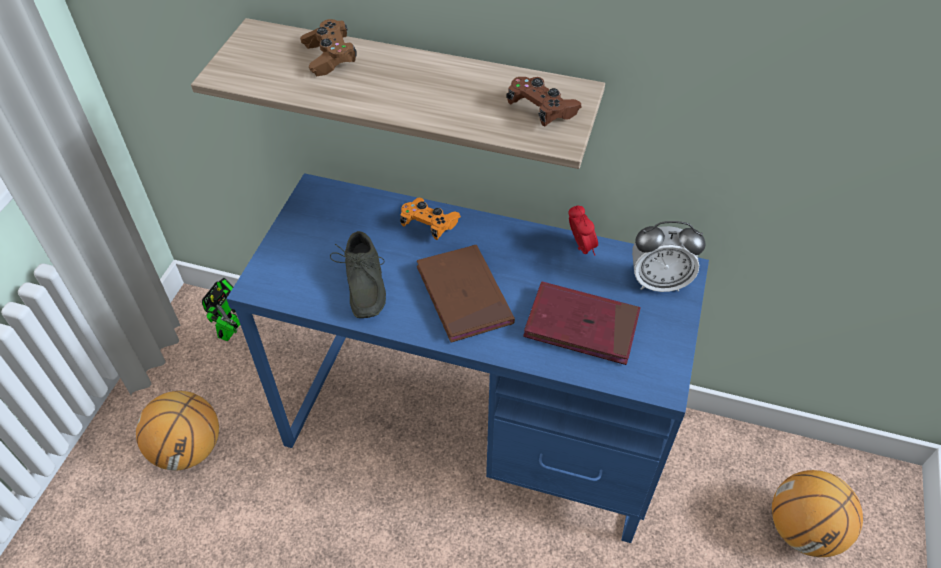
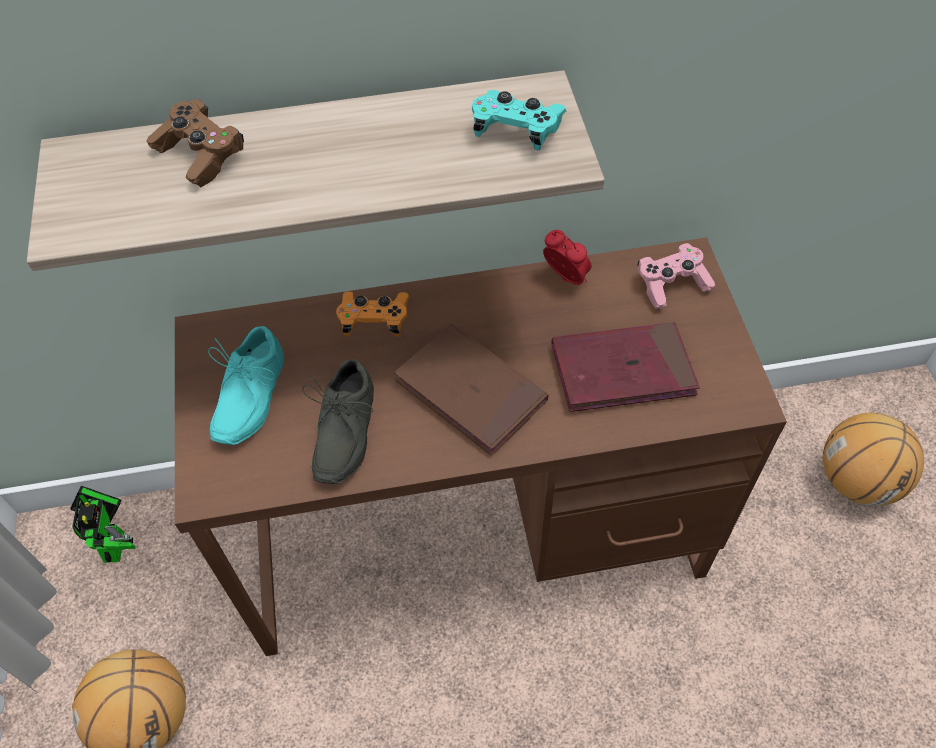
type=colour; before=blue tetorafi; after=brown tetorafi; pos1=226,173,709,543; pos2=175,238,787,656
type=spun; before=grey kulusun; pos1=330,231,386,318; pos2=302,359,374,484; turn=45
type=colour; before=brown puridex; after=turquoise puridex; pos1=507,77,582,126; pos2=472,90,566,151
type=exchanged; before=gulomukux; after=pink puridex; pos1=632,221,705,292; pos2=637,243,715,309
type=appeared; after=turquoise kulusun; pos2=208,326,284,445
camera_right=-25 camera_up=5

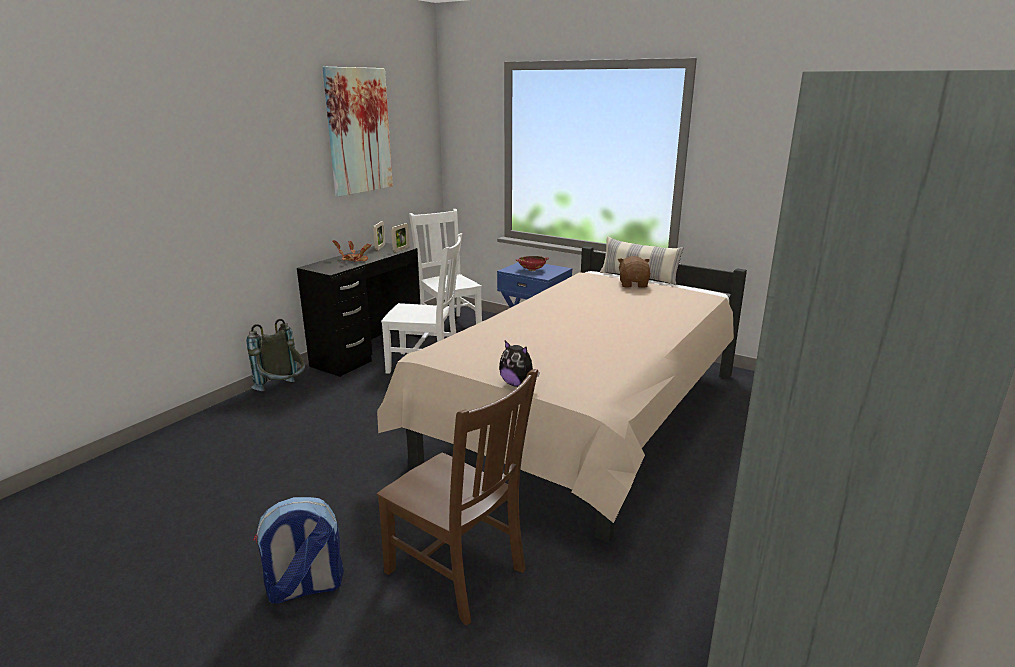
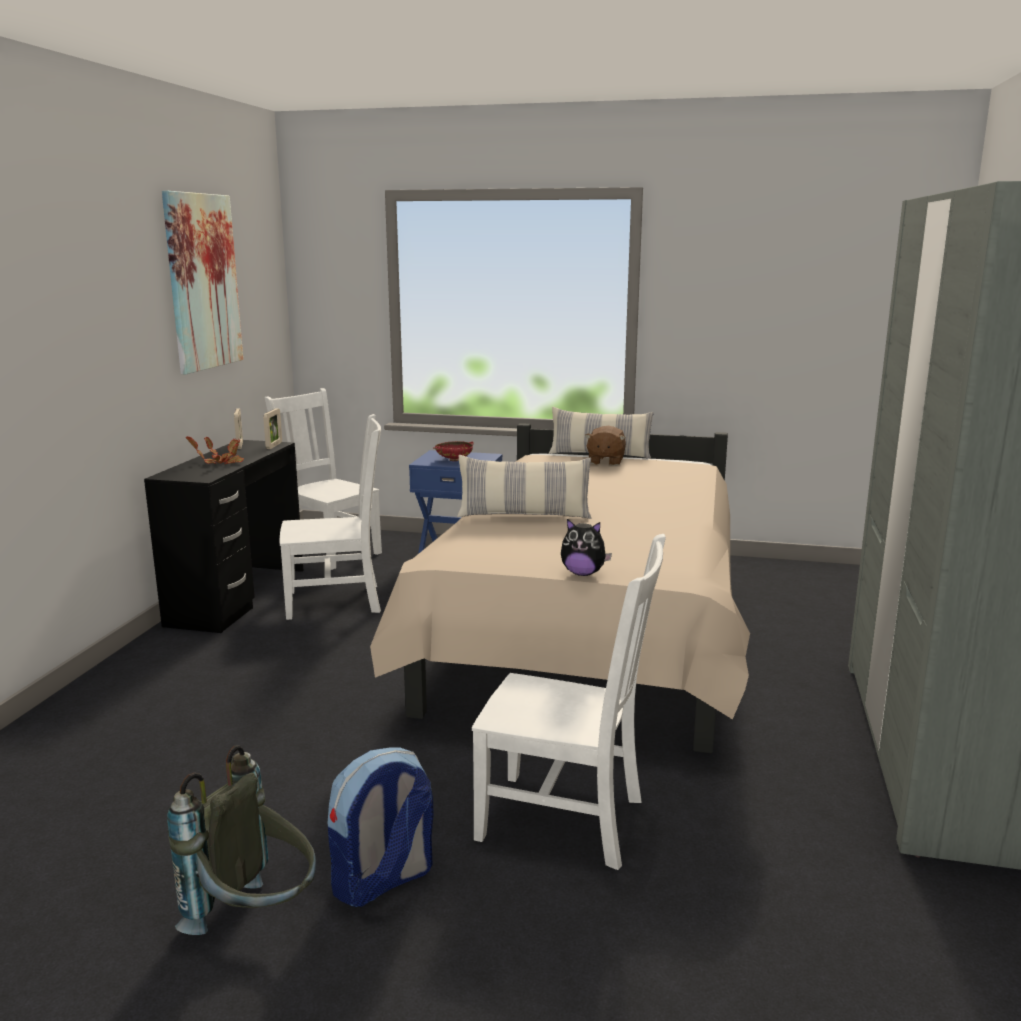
type=relocated; before=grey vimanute; pos1=247,319,305,391; pos2=167,745,316,935
type=colour; before=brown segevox; after=white segevox; pos1=377,369,538,626; pos2=472,534,666,870
type=spun; before=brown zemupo; pos1=618,256,651,288; pos2=585,426,626,466; turn=-150
type=appeared; after=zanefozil; pos2=457,455,591,519
camera_right=-20 camera_up=-5

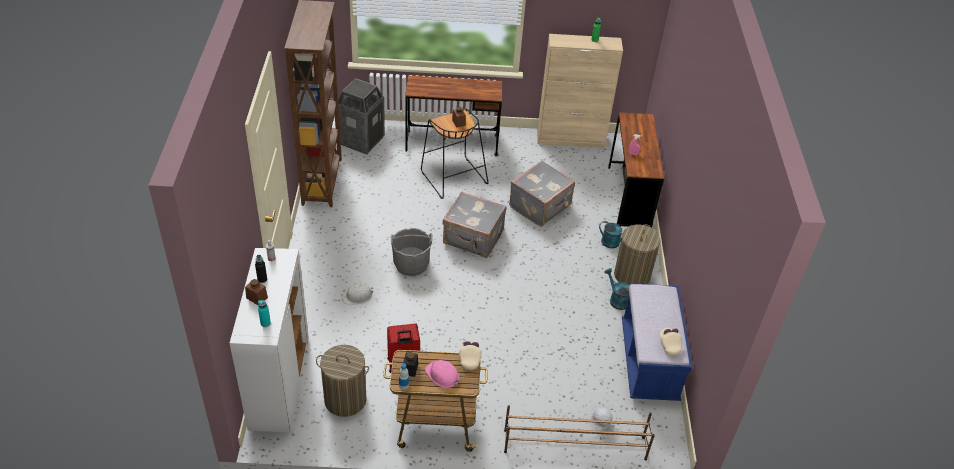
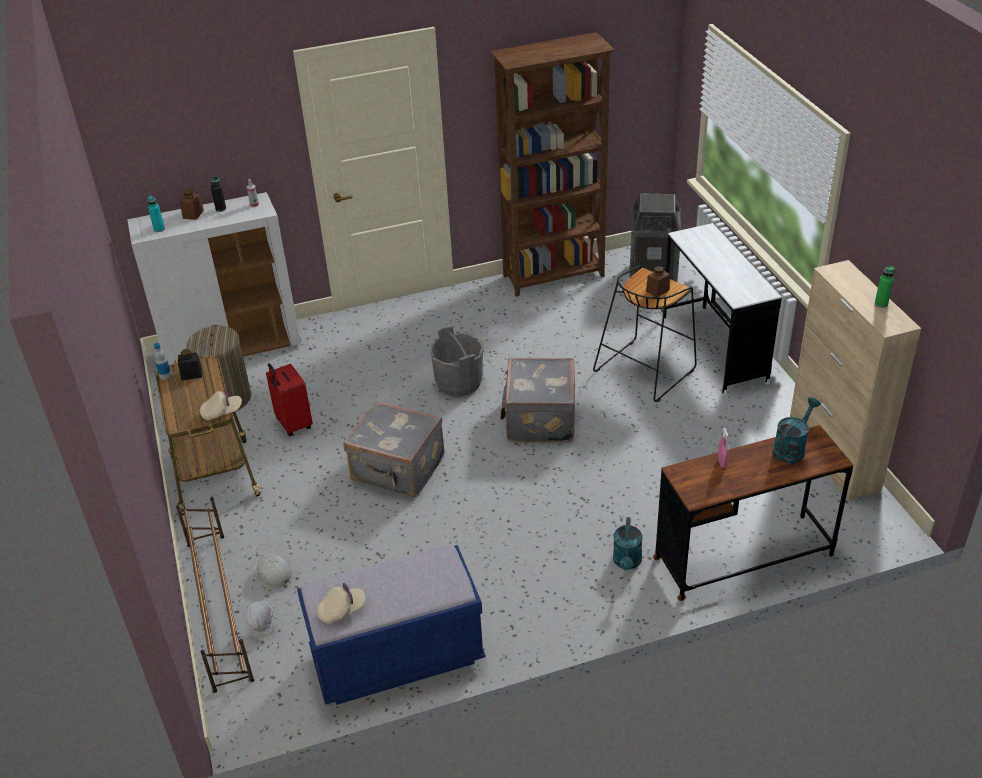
type=relocated; before=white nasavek; pos1=342,283,373,304; pos2=253,554,293,589
type=colour; before=brown tetorafi; after=white tetorafi; pos1=405,75,502,156; pos2=663,223,782,395
type=missing; before=pink nasavek; pos1=425,360,459,388
type=relocated; before=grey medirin; pos1=509,161,575,227; pos2=344,401,445,497
type=relocated; before=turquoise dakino; pos1=604,268,630,310; pos2=773,397,821,463
type=missing; before=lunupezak; pos1=614,224,661,285
camera_right=75 camera_up=-5

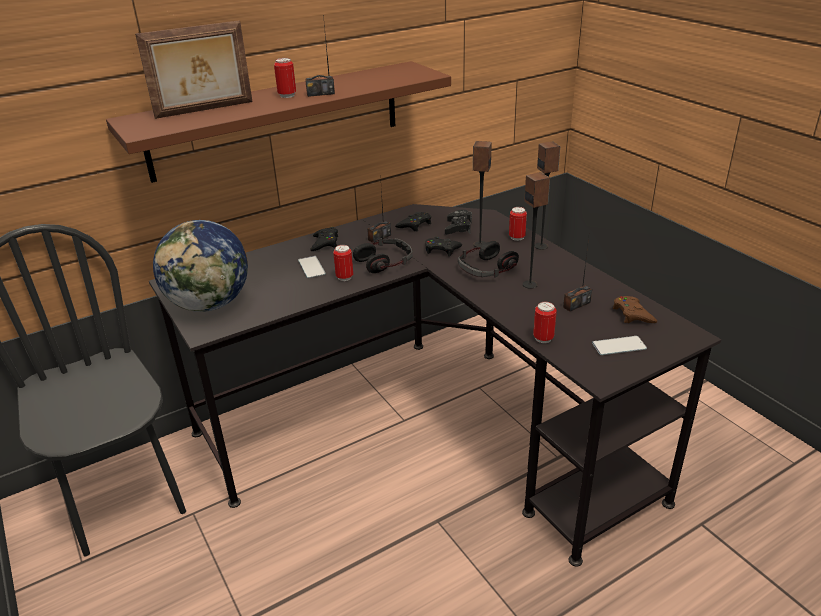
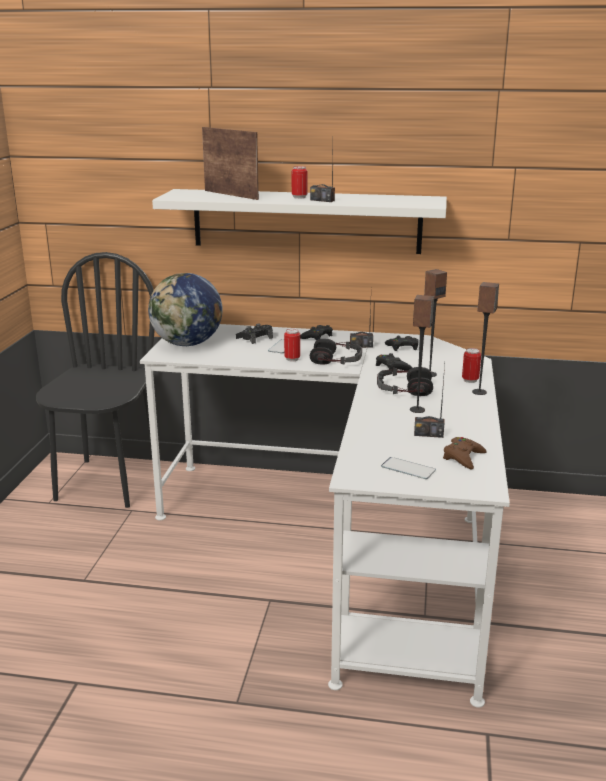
type=colour; before=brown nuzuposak; after=white nuzuposak; pos1=106,61,451,183; pos2=152,189,447,254
type=spun; before=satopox; pos1=135,20,253,119; pos2=202,127,259,200; turn=-150
type=colour; before=black tetorafi; after=white tetorafi; pos1=149,204,721,567; pos2=140,324,510,708
type=relocated; before=black puridex; pos1=445,210,472,235; pos2=236,324,273,344
type=missing; before=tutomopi; pos1=533,302,557,343
camera_right=40 camera_up=-10

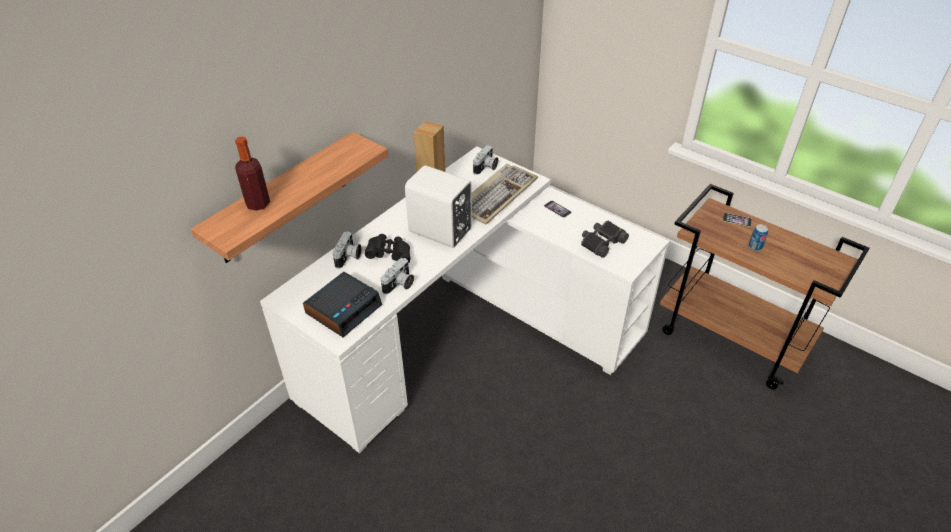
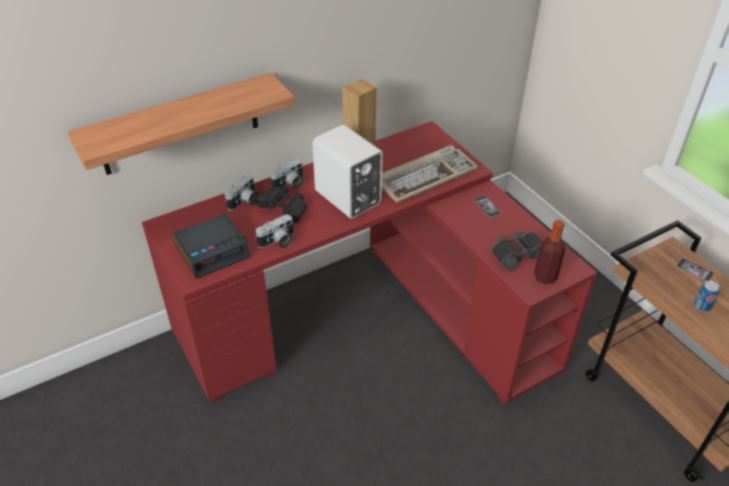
type=relocated; before=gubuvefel; pos1=235,136,270,211; pos2=534,220,566,284
type=colour; before=white tetorafi; after=red tetorafi; pos1=260,146,669,454; pos2=142,121,597,405
type=relocated; before=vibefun; pos1=473,145,498,175; pos2=270,158,304,189
camera_right=20 camera_up=0

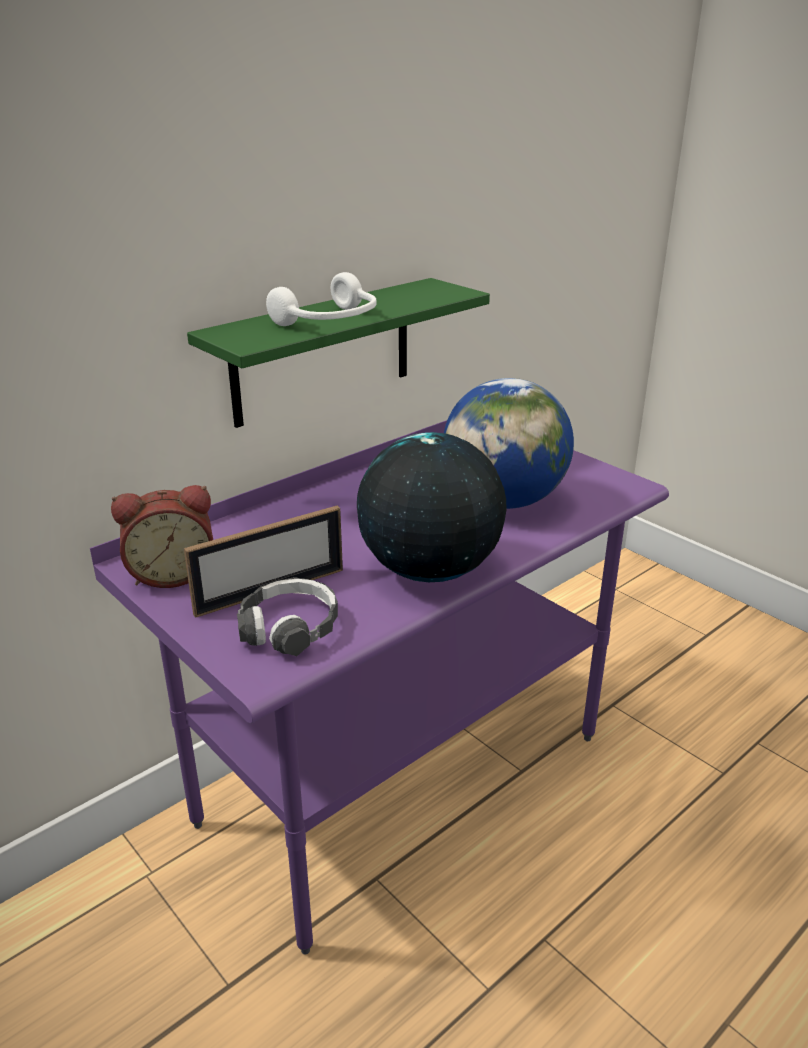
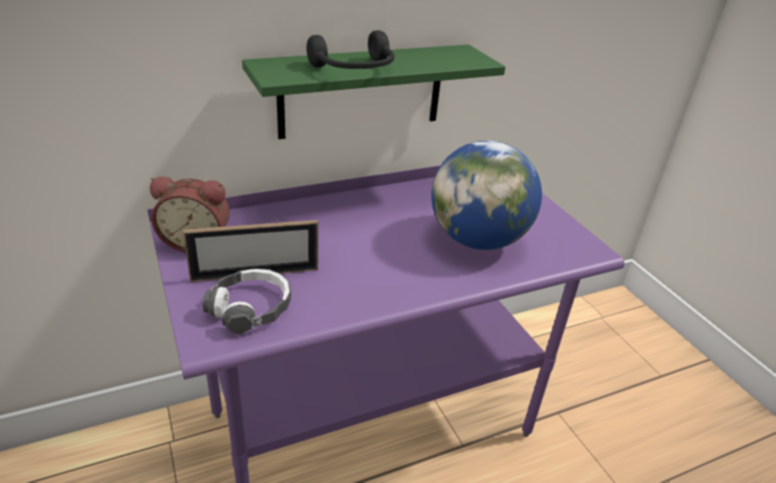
type=colour; before=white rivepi; after=black rivepi; pos1=266,272,377,326; pos2=306,30,394,69
type=missing; before=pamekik; pos1=357,432,506,582
camera_right=15 camera_up=5

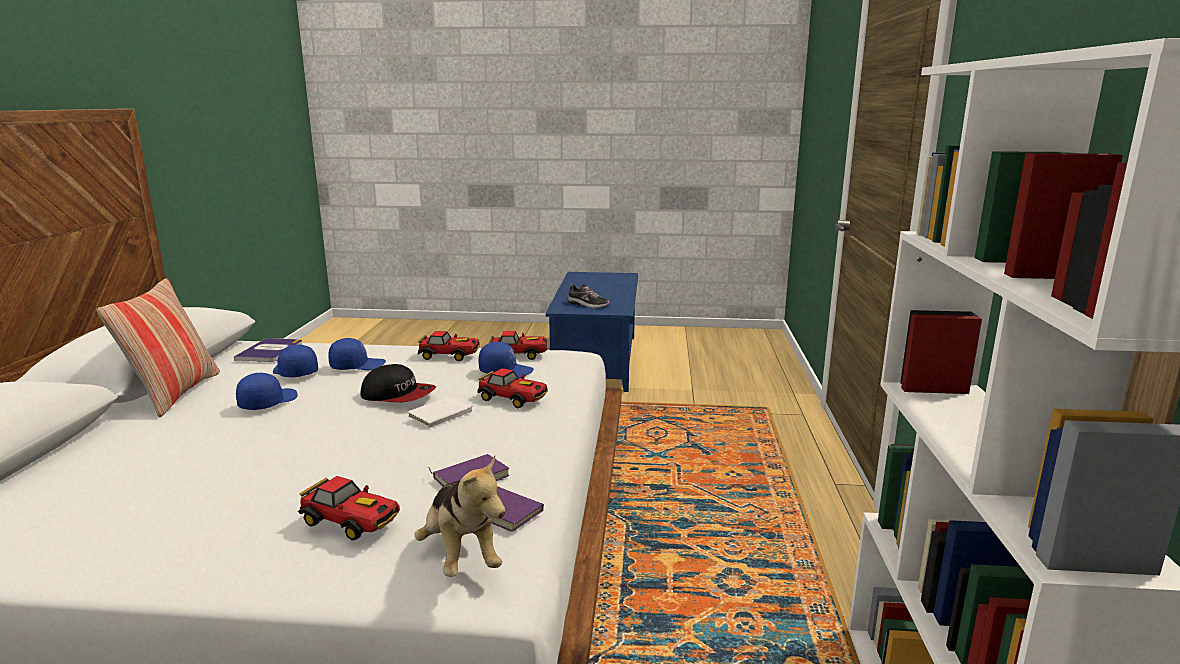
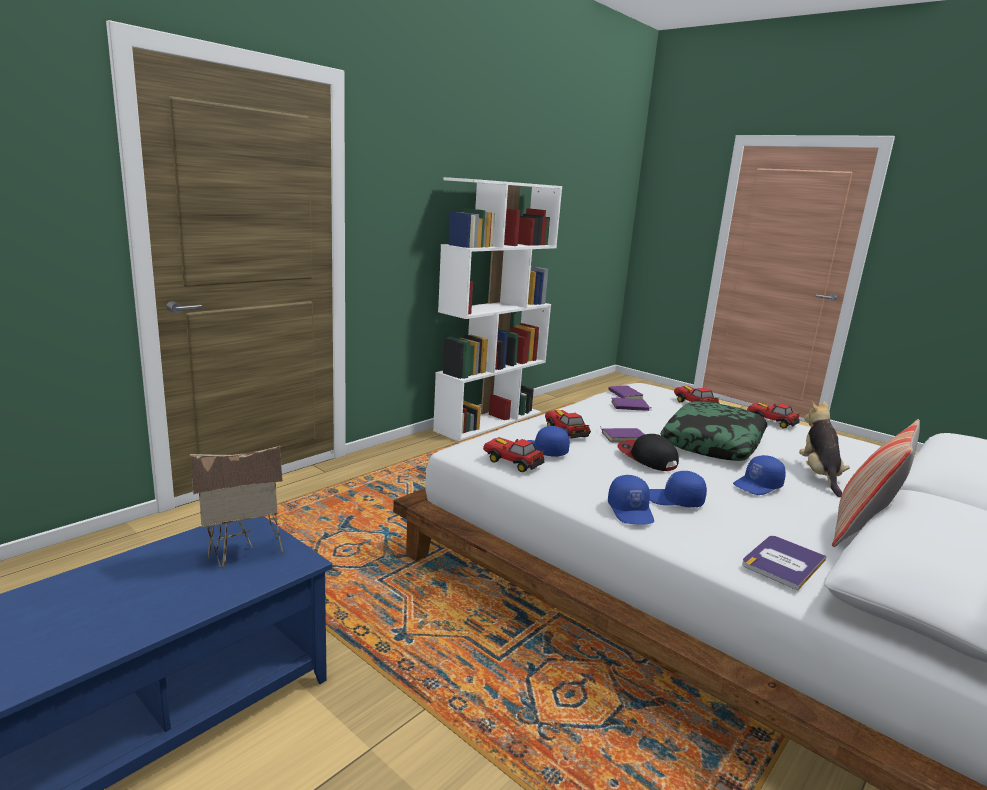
type=relocated; before=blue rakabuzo; pos1=273,345,318,377; pos2=608,475,654,525
type=colour; before=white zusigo; after=purple zusigo; pos1=408,396,479,428; pos2=600,426,645,442
type=relocated; before=zemupo; pos1=415,456,505,577; pos2=799,401,850,497
type=relocated; before=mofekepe; pos1=418,331,480,361; pos2=747,402,800,428
type=exchanged; before=kulusun; after=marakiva; pos1=567,283,610,308; pos2=190,446,283,568
type=appeared; after=zanefozil; pos2=660,401,768,461
camera_right=-145 camera_up=0

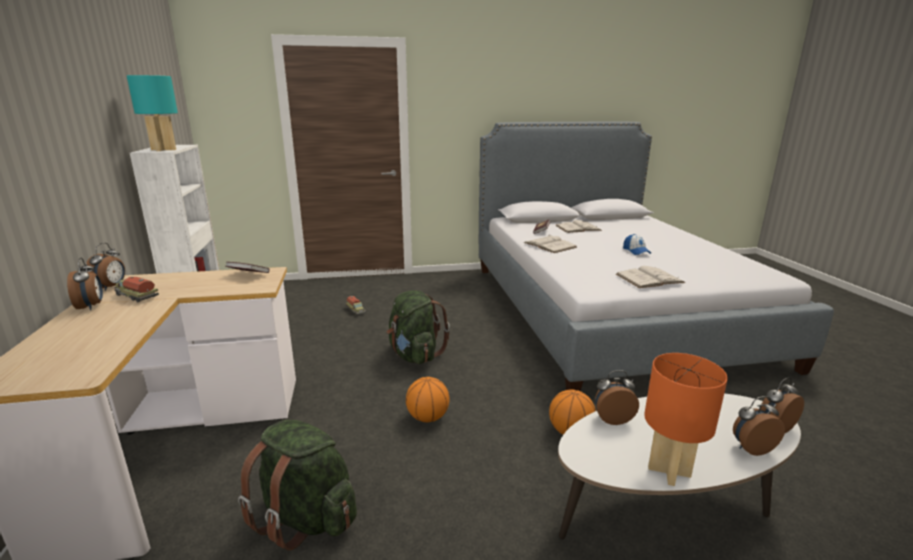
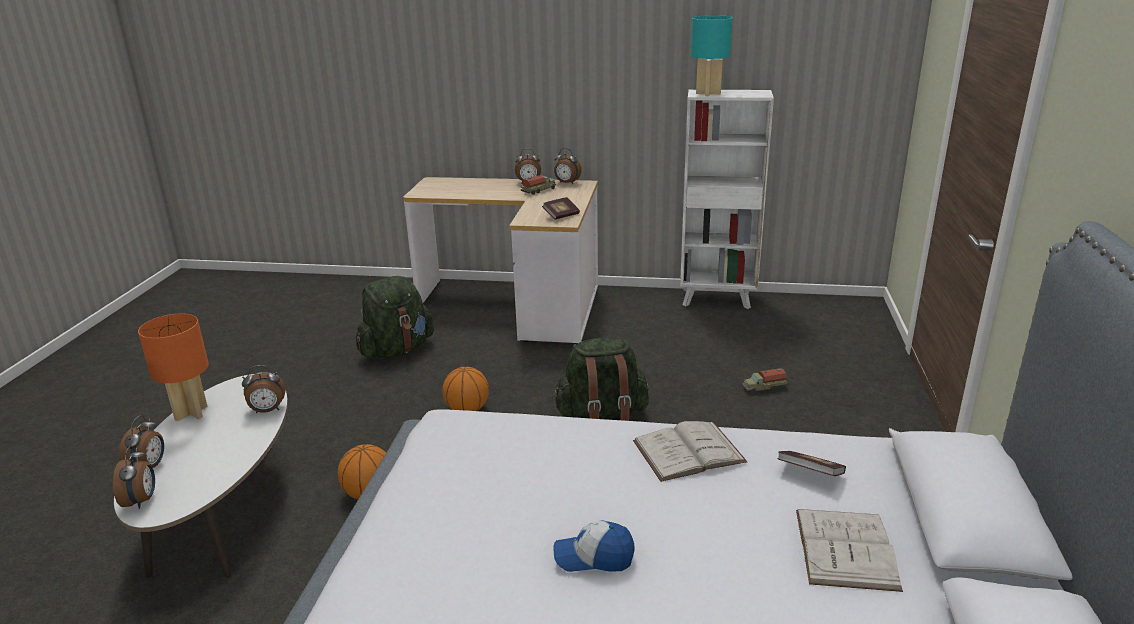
type=spun; before=gulomukux; pos1=595,370,639,425; pos2=242,365,286,413; turn=60
type=missing; before=white zusigo; pos1=616,266,686,288
camera_right=110 camera_up=5

